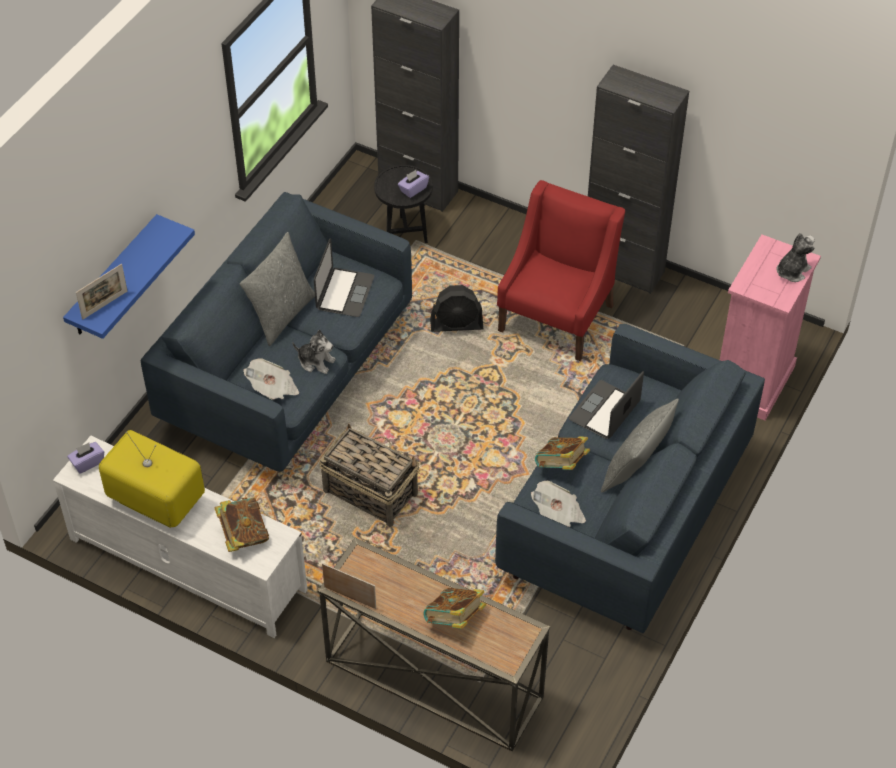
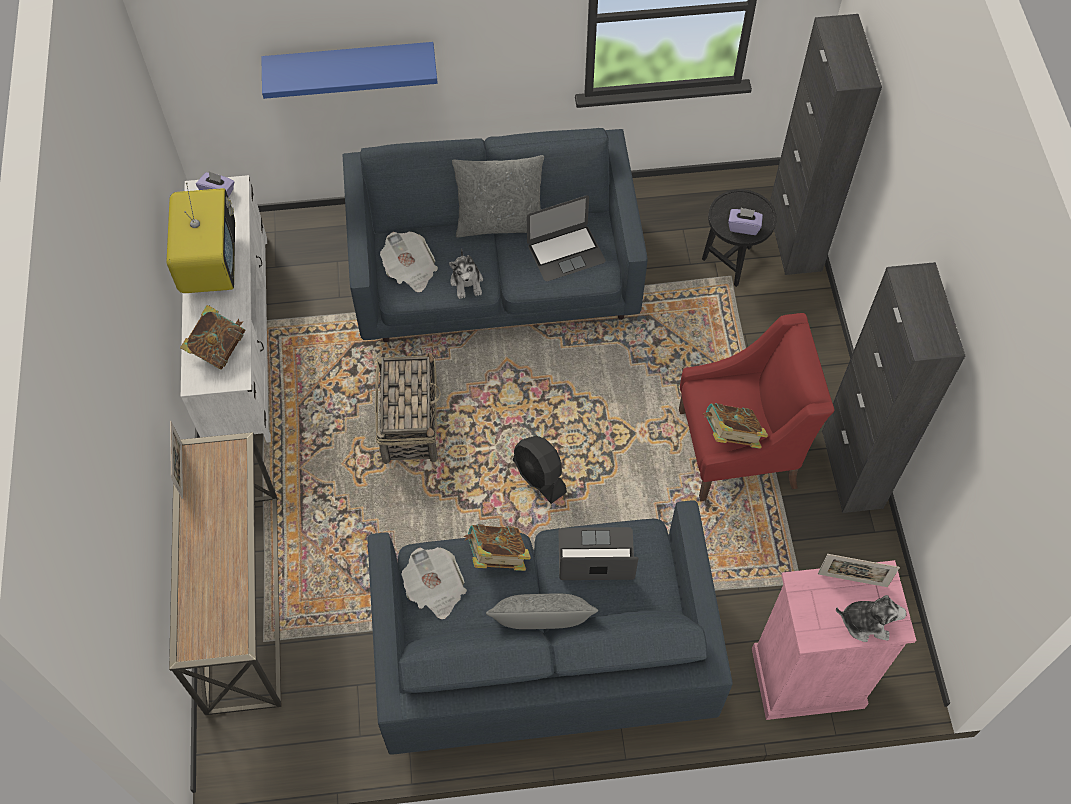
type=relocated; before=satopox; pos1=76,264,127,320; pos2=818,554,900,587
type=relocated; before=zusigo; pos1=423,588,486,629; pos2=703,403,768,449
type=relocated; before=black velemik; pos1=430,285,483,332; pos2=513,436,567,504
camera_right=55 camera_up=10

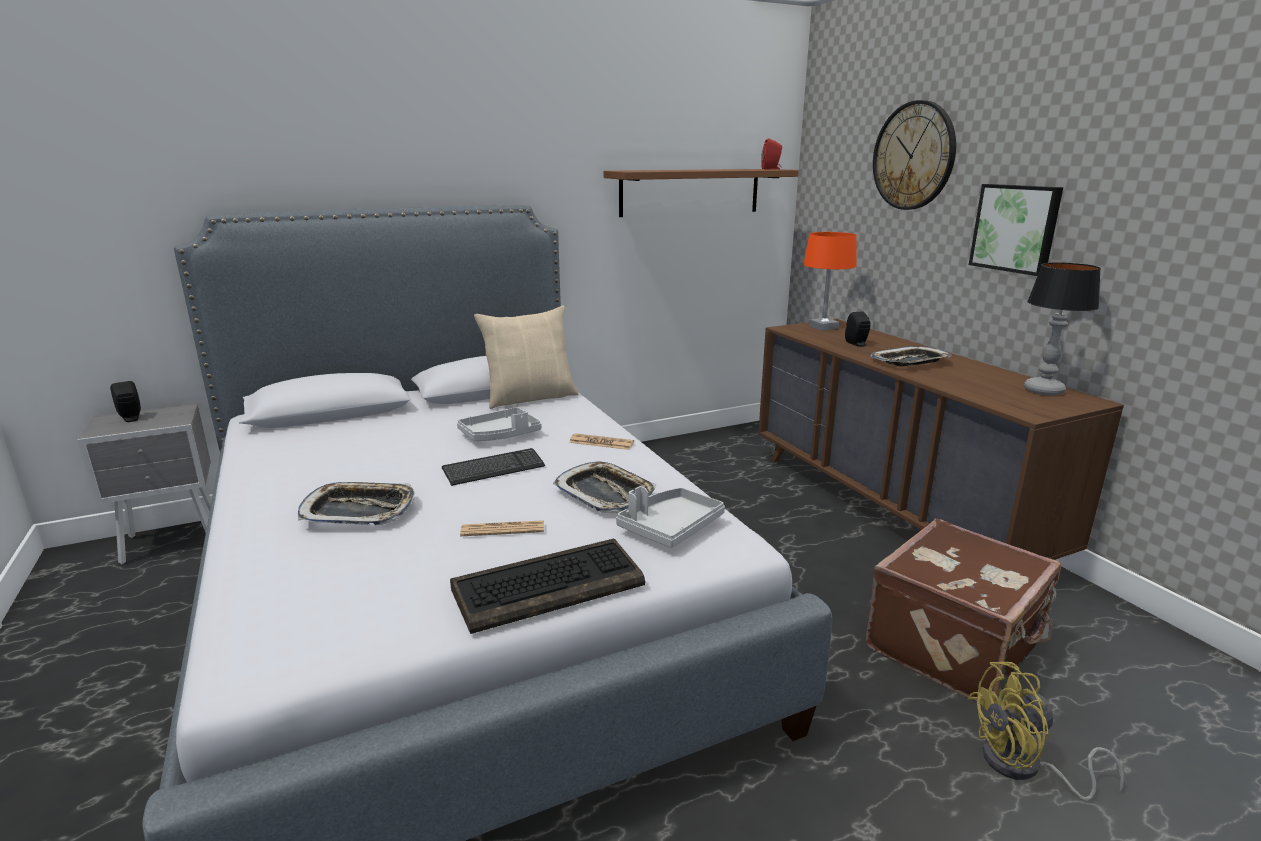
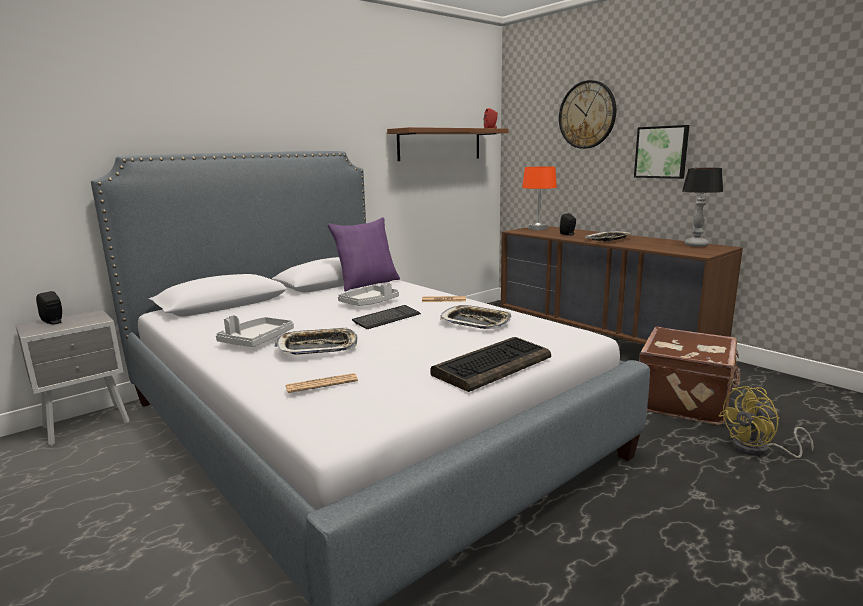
type=relocated; before=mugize; pos1=460,520,544,536; pos2=286,373,358,393
type=colour; before=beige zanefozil; after=purple zanefozil; pos1=474,305,578,409; pos2=327,217,400,292
type=relocated; before=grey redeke; pos1=616,486,725,548; pos2=216,315,294,347
camera_right=-15 camera_up=-5

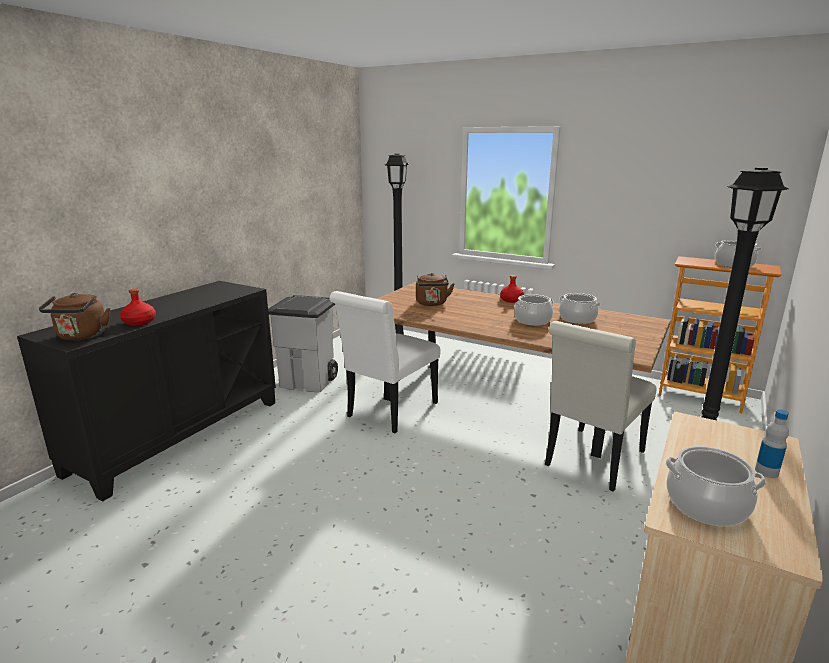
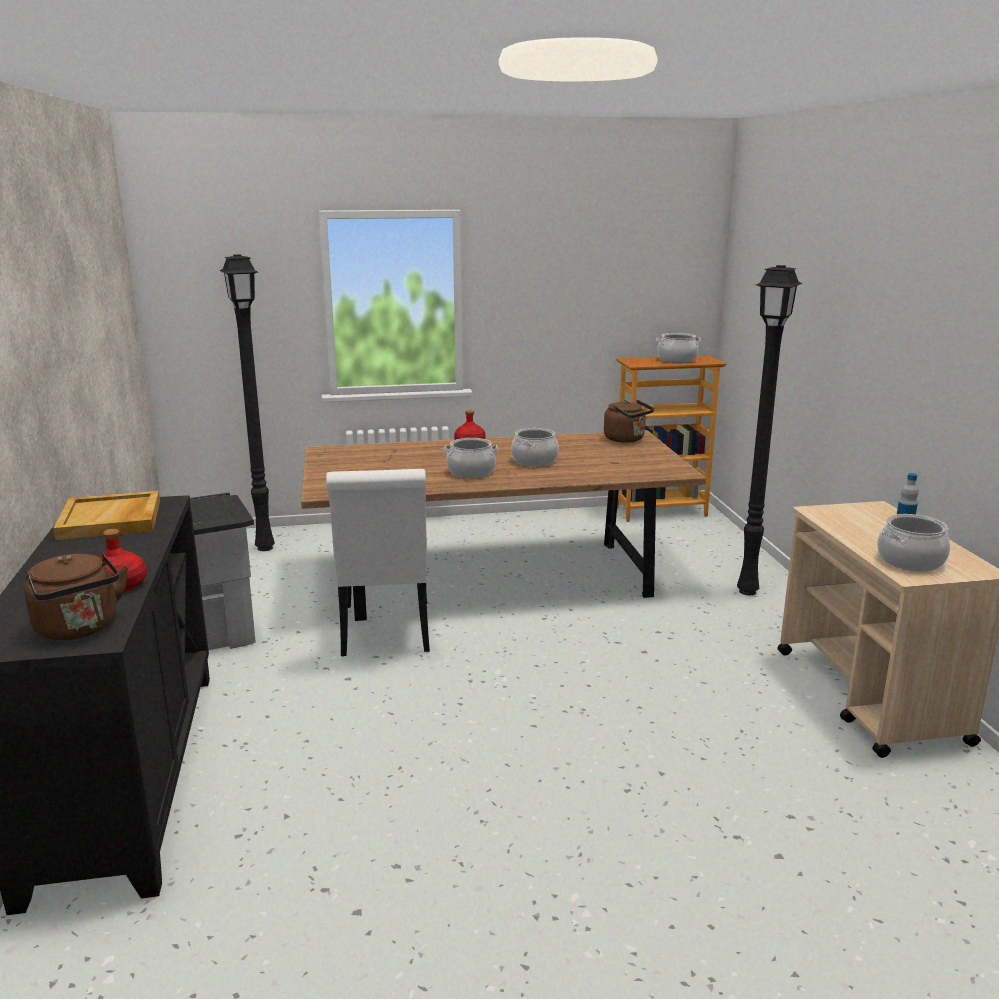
type=relocated; before=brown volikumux; pos1=416,273,455,306; pos2=604,400,654,443
type=missing; before=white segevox; pos1=545,321,657,492
type=relocated; before=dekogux; pos1=559,293,601,324; pos2=444,438,499,478
type=appeared; after=beige redeke; pos2=53,491,160,540
camera_right=-40 camera_up=0

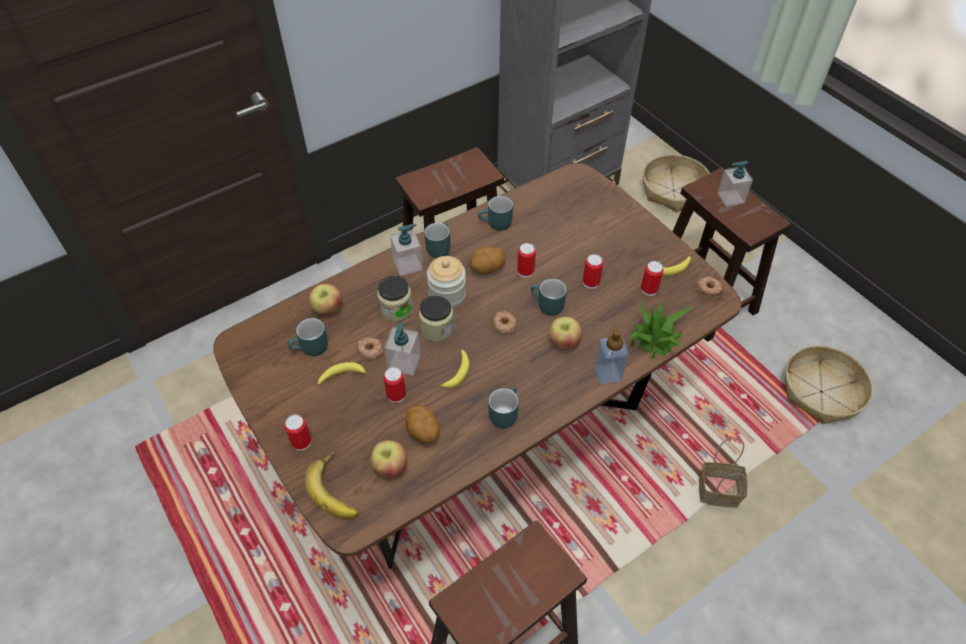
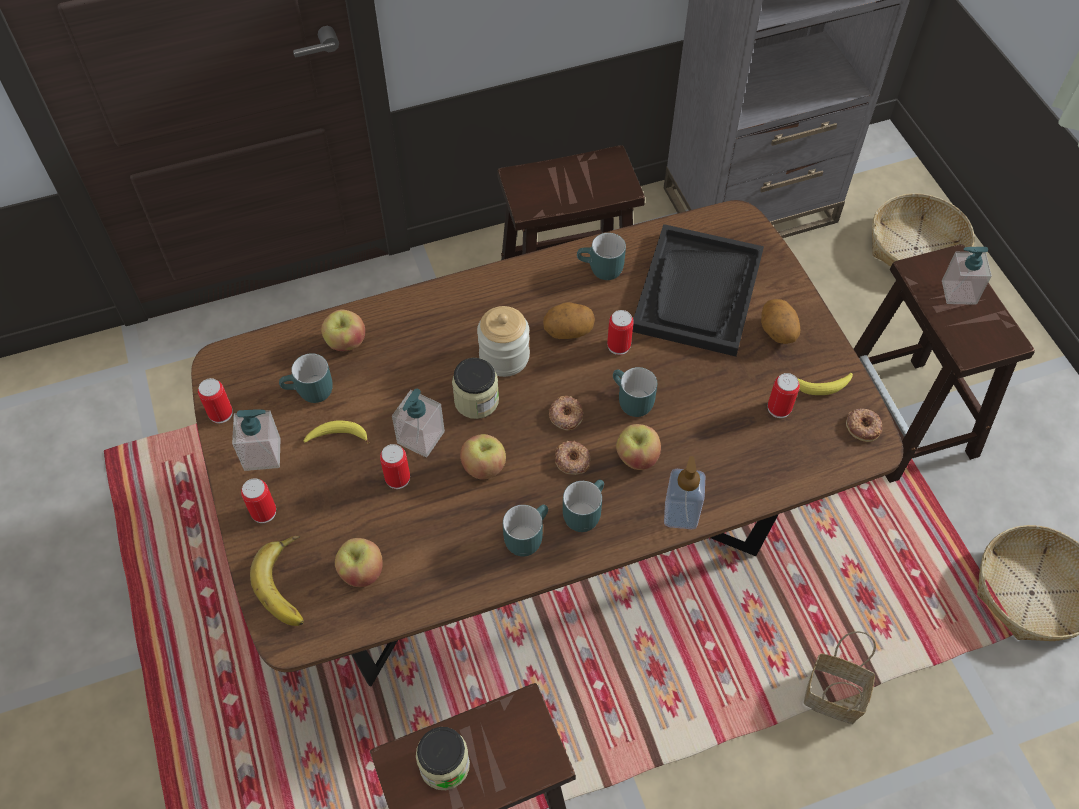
type=relocated; before=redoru; pos1=356,336,383,361; pos2=555,441,590,475
type=relocated; before=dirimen; pos1=377,276,413,321; pos2=416,727,470,790
type=relocated; before=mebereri; pos1=390,224,423,276; pos2=232,409,281,471
type=relocated; before=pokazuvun; pos1=405,405,440,443; pos2=761,299,800,344
type=relocated; before=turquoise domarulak; pos1=424,223,450,258; pos2=563,479,604,532
type=exchanged; before=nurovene; after=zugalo; pos1=438,350,469,388; pos2=460,434,506,480
type=relocated; before=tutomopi; pos1=583,254,603,289; pos2=198,378,232,423
type=missing; before=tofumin; pos1=628,300,693,359
type=appeared; after=black redeke; pos2=633,224,764,356
camera_right=15 camera_up=5

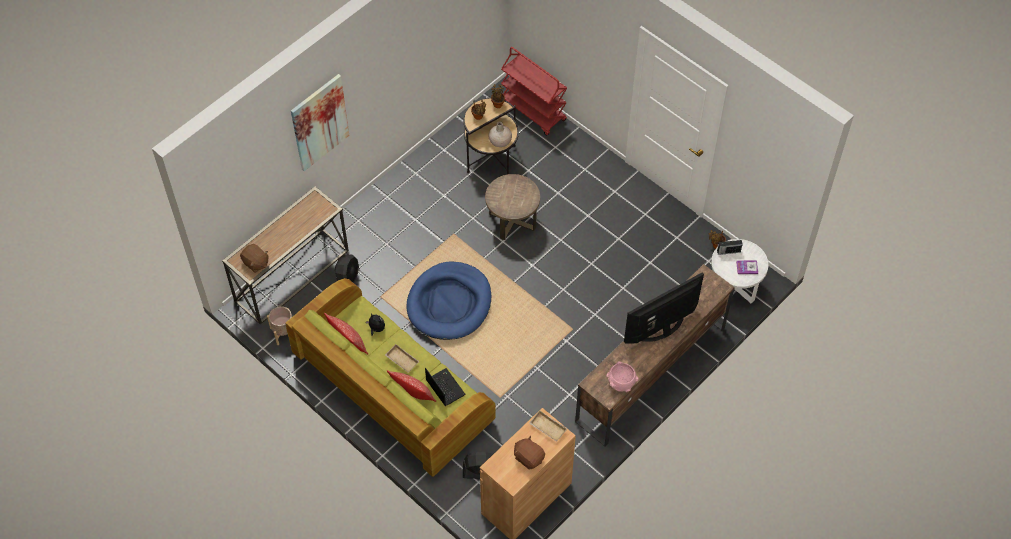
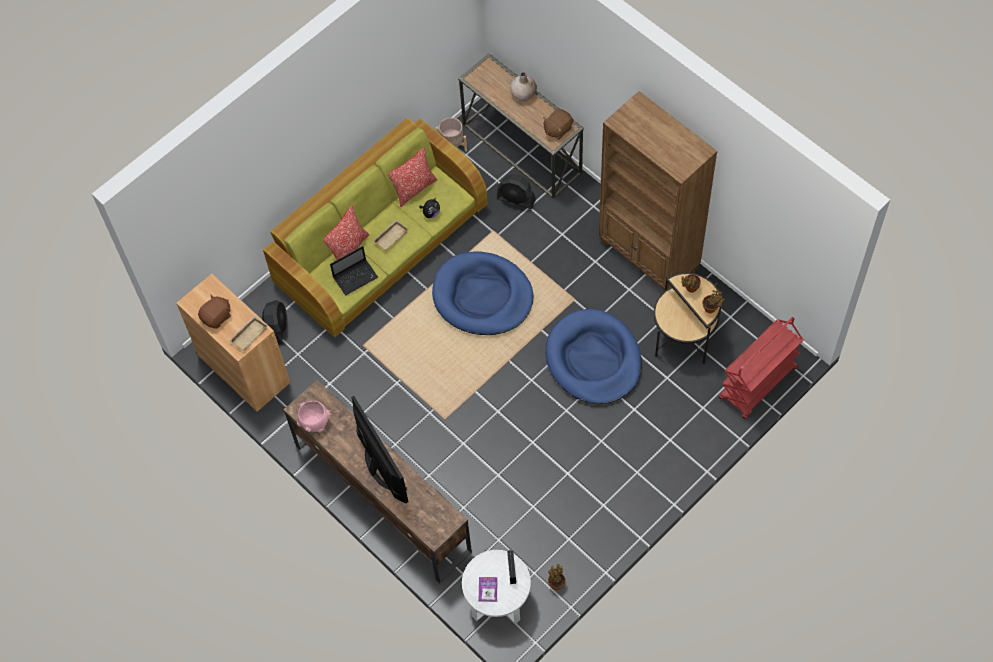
type=relocated; before=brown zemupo; pos1=240,244,268,273; pos2=543,109,573,140
type=missing; before=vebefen; pos1=291,74,349,171
type=exchanged; before=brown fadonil; after=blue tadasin; pos1=485,174,540,240; pos2=545,309,642,404
type=relocated; before=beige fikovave; pos1=488,121,512,147; pos2=510,72,537,101
type=appeared; after=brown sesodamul; pos2=599,91,717,292
camera_right=95 camera_up=5

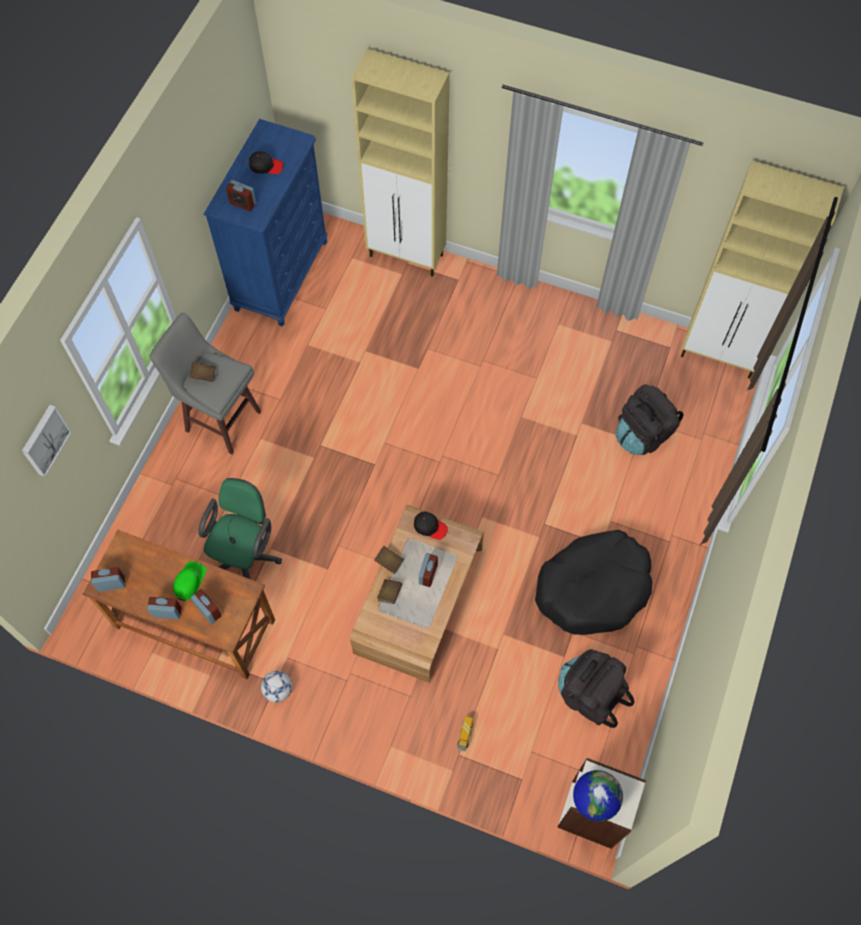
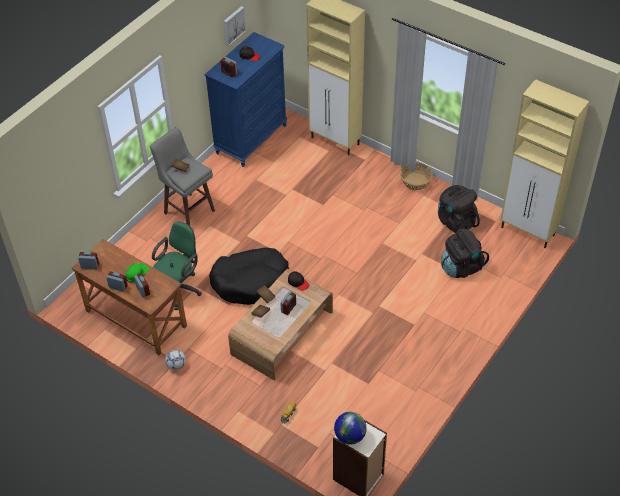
type=relocated; before=vebefen; pos1=22,405,72,477; pos2=223,6,246,46
type=relocated; before=black tadasin; pos1=535,530,652,635; pos2=209,248,289,305
type=relocated; before=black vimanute; pos1=558,649,634,728; pos2=438,185,480,233
type=appeared; after=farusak; pos2=400,162,433,190
camera_right=15 camera_up=-15

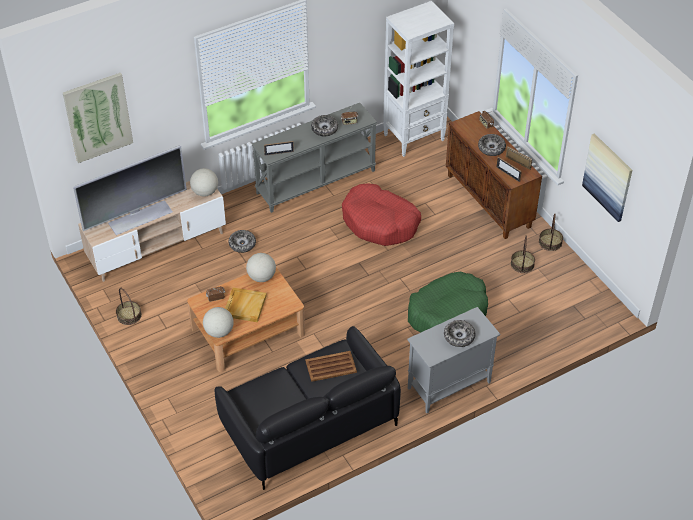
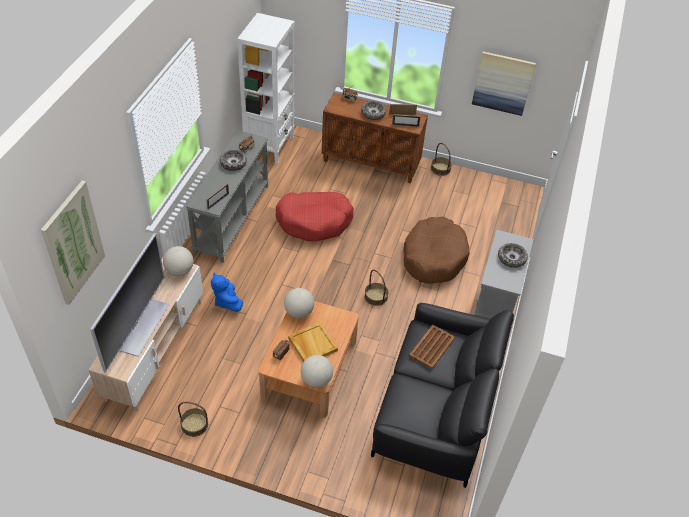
type=exchanged; before=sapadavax; after=blue zemupo; pos1=229,230,256,253; pos2=211,272,243,312
type=colour; before=green tadasin; after=brown tadasin; pos1=408,272,488,332; pos2=403,217,469,284
type=relocated; before=farusak; pos1=511,235,535,273; pos2=364,270,388,306
camera_right=-45 camera_up=0

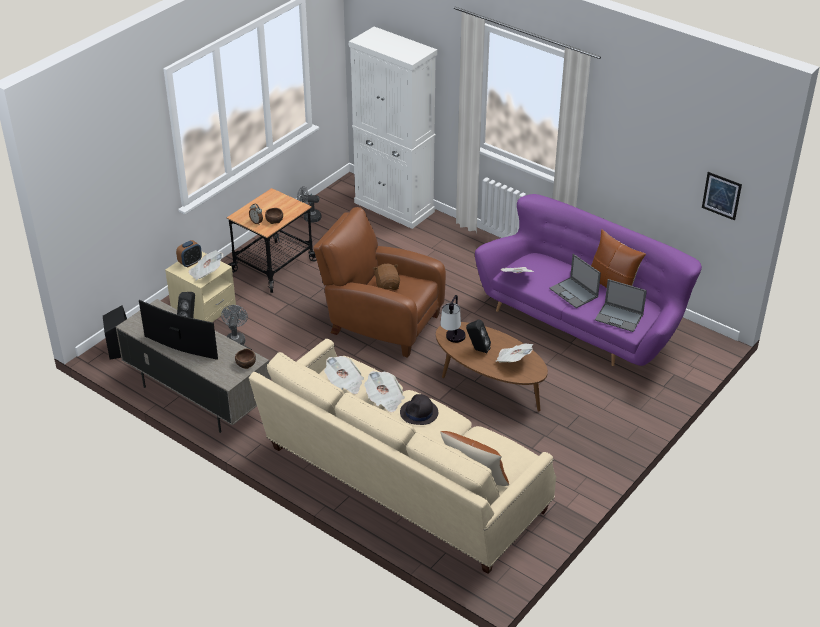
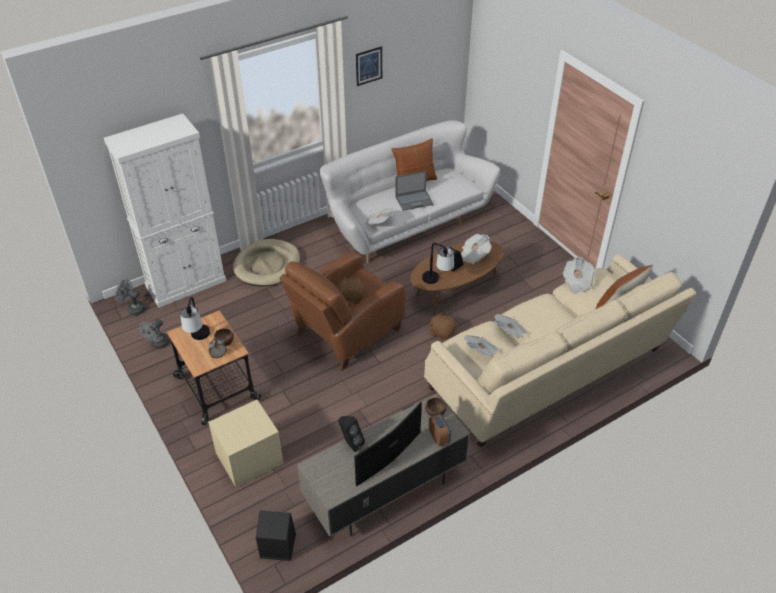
type=relocated; before=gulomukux; pos1=176,240,202,267; pos2=429,414,451,446
type=relocated; before=mugize; pos1=188,250,223,281; pos2=563,257,596,294
type=relocated; before=grey velemik; pos1=221,305,248,345; pos2=115,280,146,315
type=missing; before=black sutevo; pos1=400,394,438,425
type=colour; before=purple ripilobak; after=white ripilobak; pos1=475,194,702,366; pos2=320,120,500,263
type=missing; before=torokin; pos1=595,279,647,332
type=relocated; before=vebefen; pos1=702,172,742,221; pos2=356,46,382,86
type=appeared; after=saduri; pos2=180,297,210,340
type=appeared; after=beige tadasin; pos2=233,239,300,287
type=appeared; after=brown zemupo; pos2=429,312,457,341
camera_right=-70 camera_up=5

